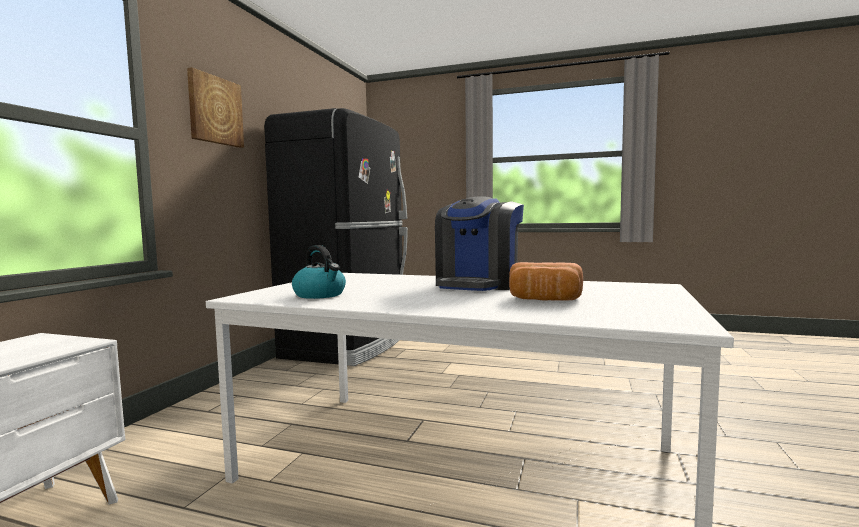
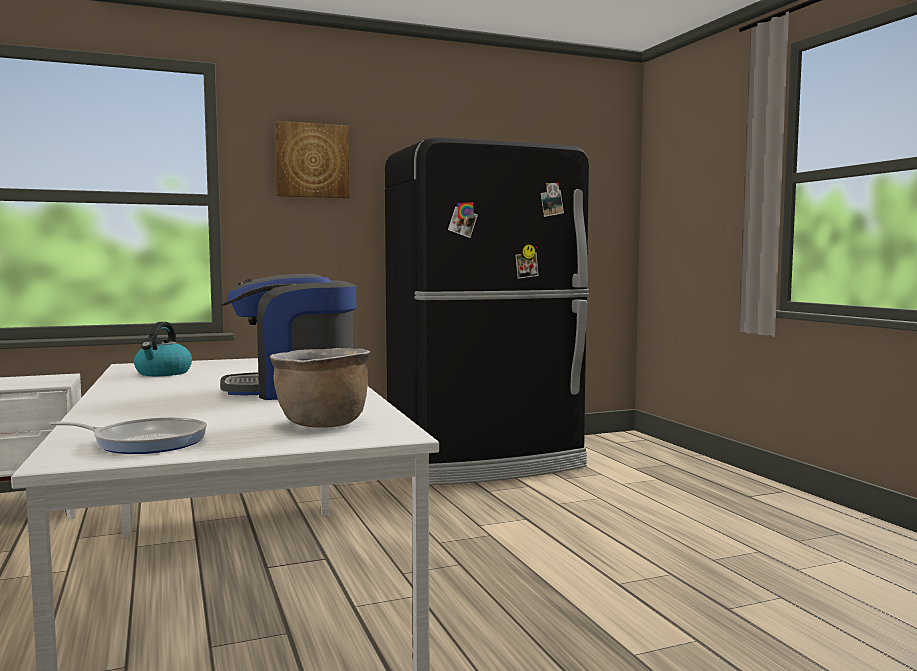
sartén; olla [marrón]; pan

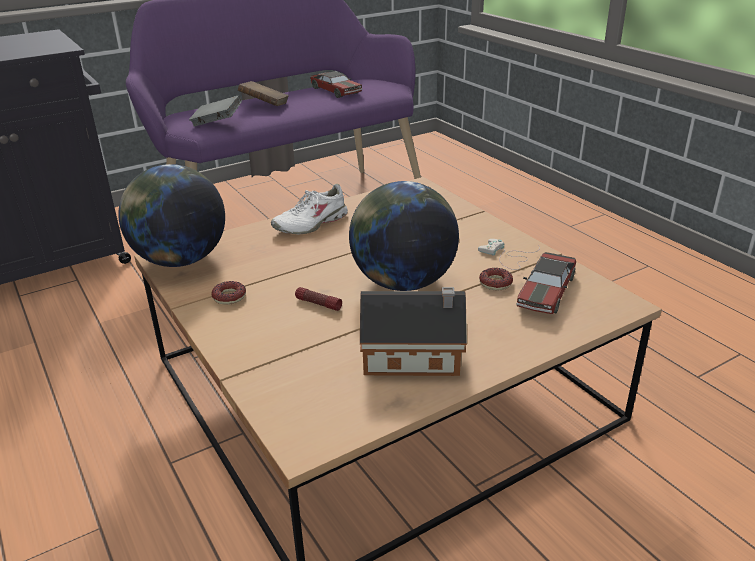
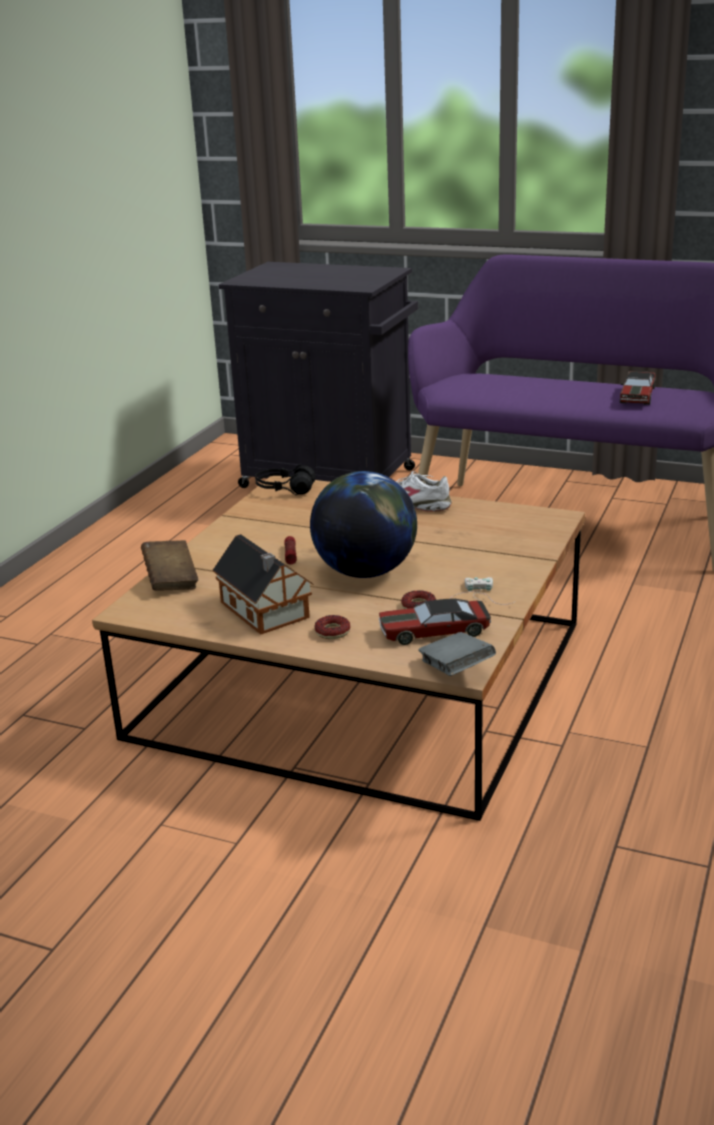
libro [marrón]; auriculares [negro]; rosquilla (1st from left); libro [gris]

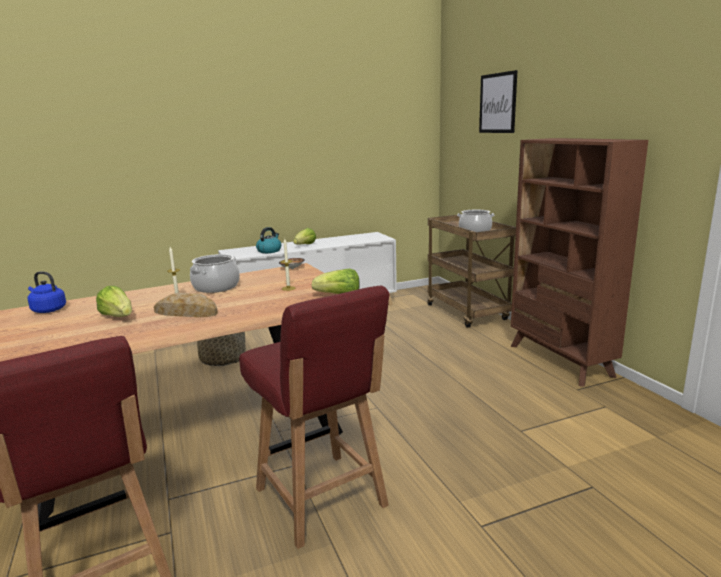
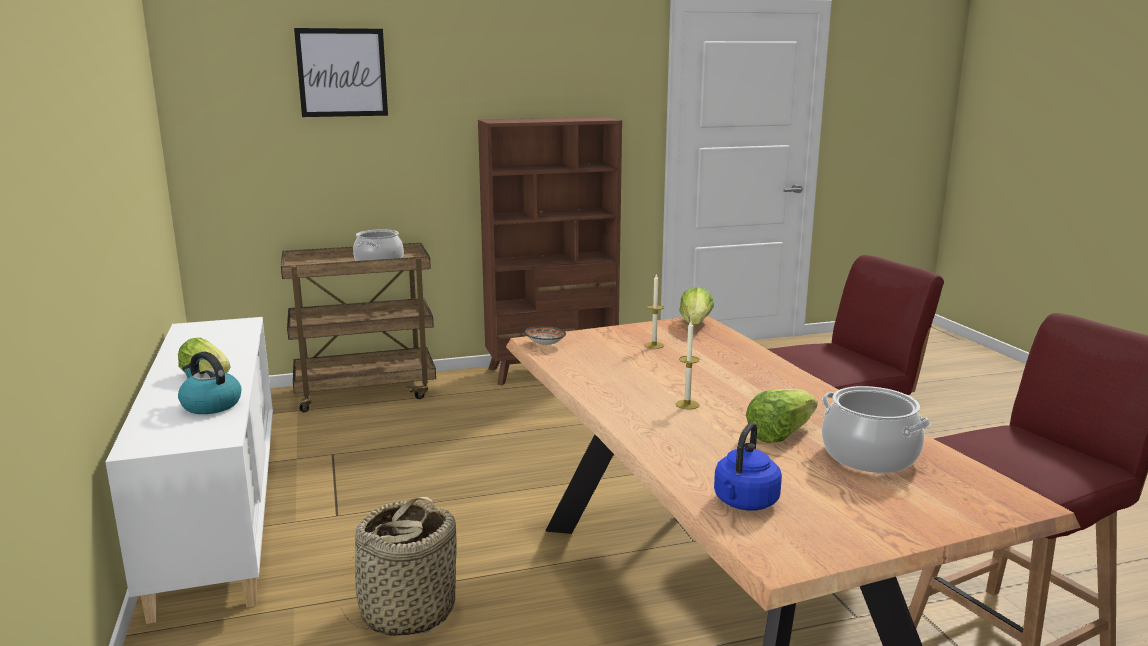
olla (2nd from left); pan

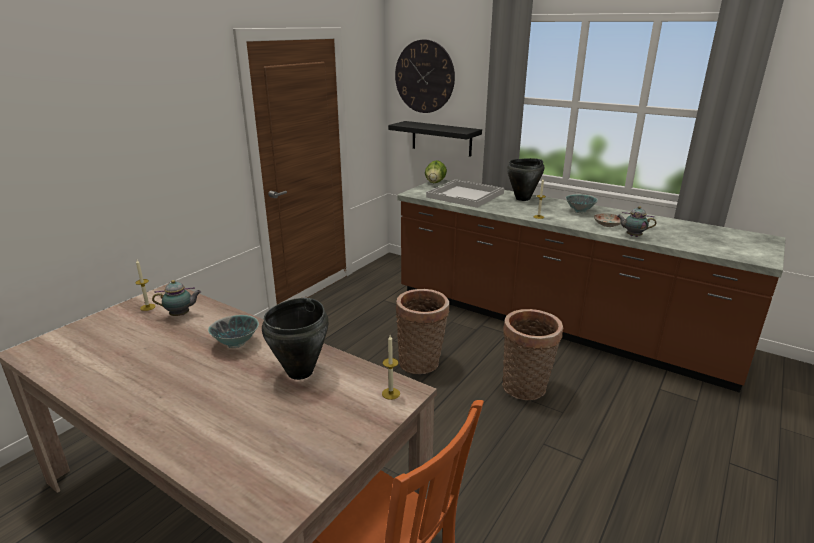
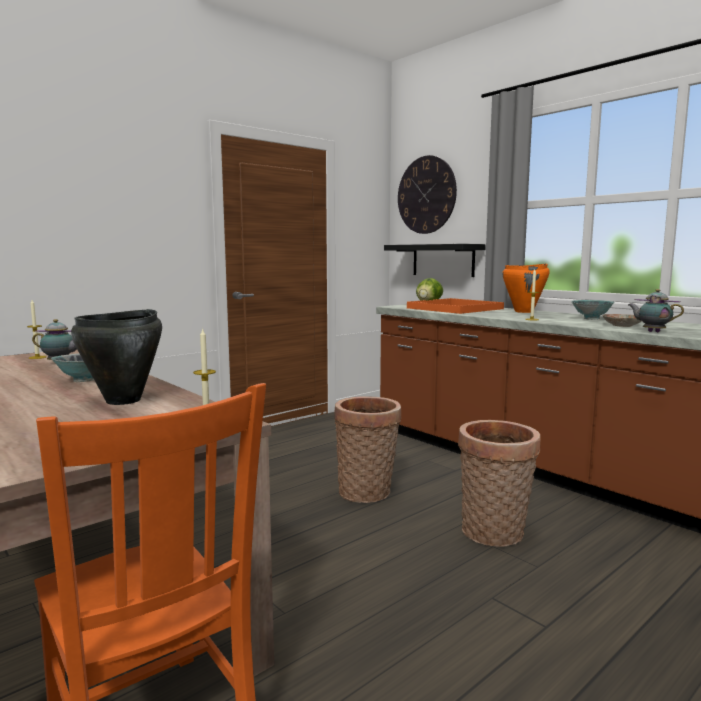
bandeja [naranja]; olla [naranja]

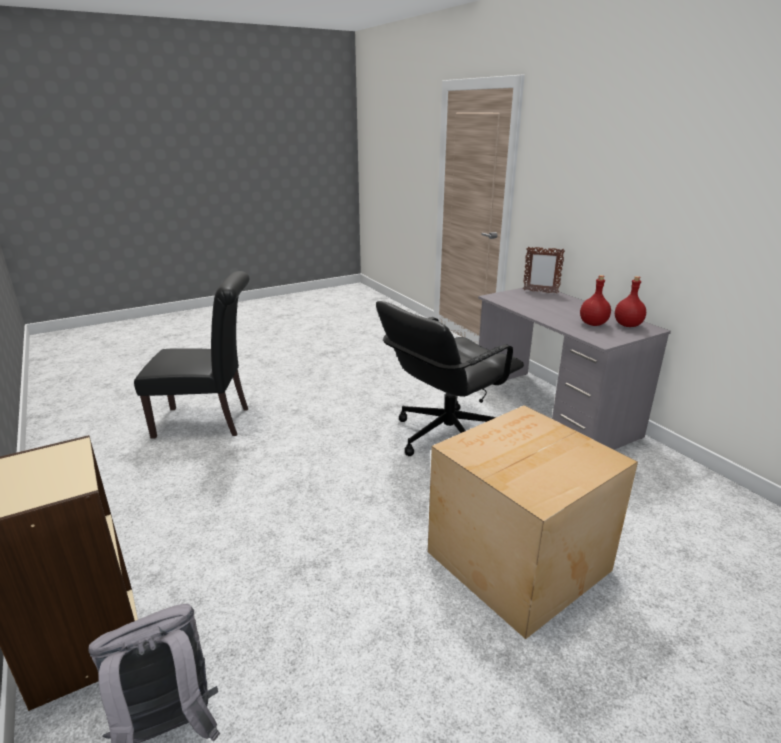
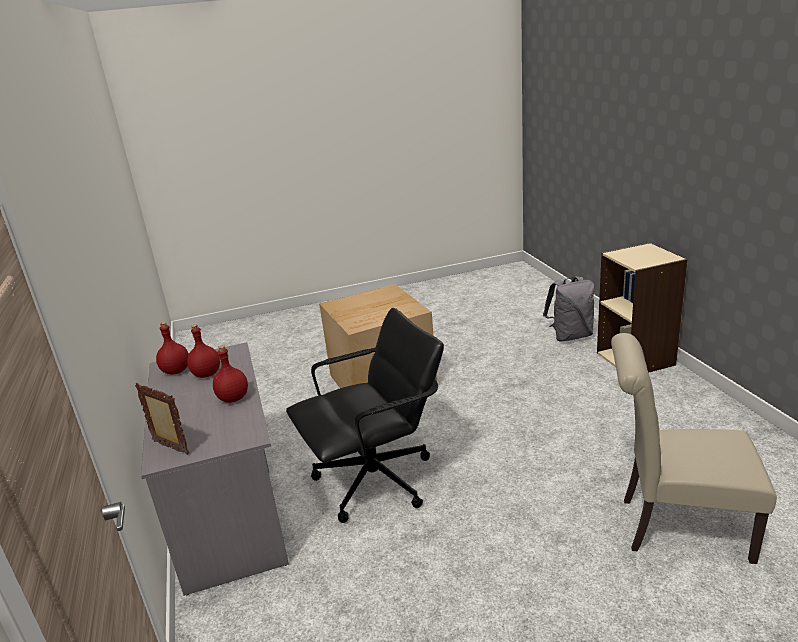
botella [rojo] (3rd from left); silla [beis]

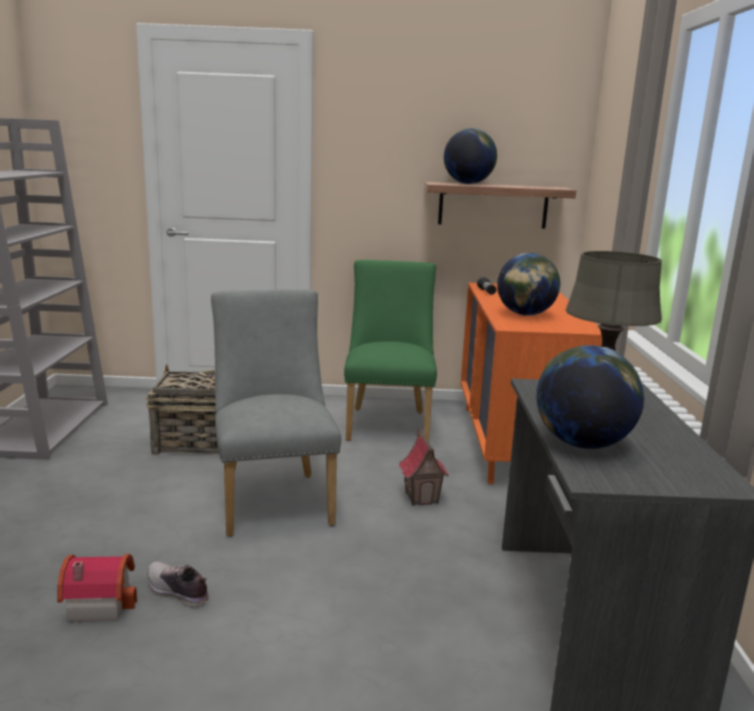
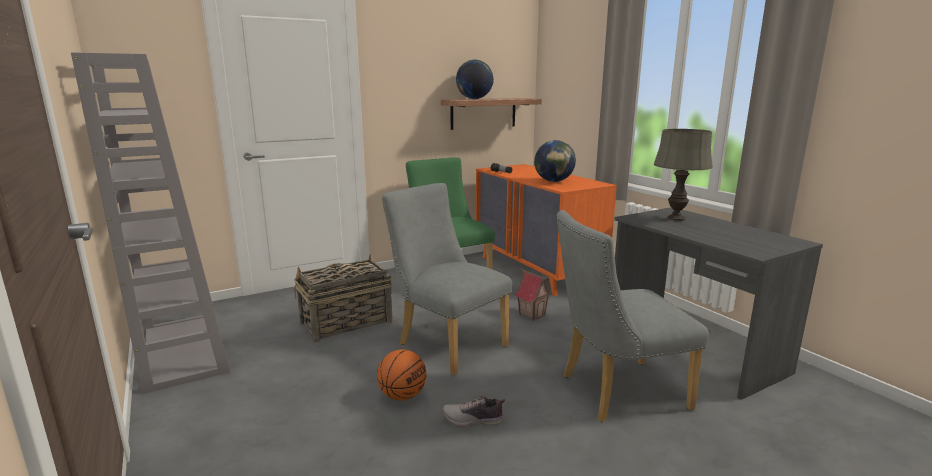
balón de baloncesto; silla [gris] (2nd from left); casita (1st from left in the first image); globo terráqueo (3rd from left in the first image)

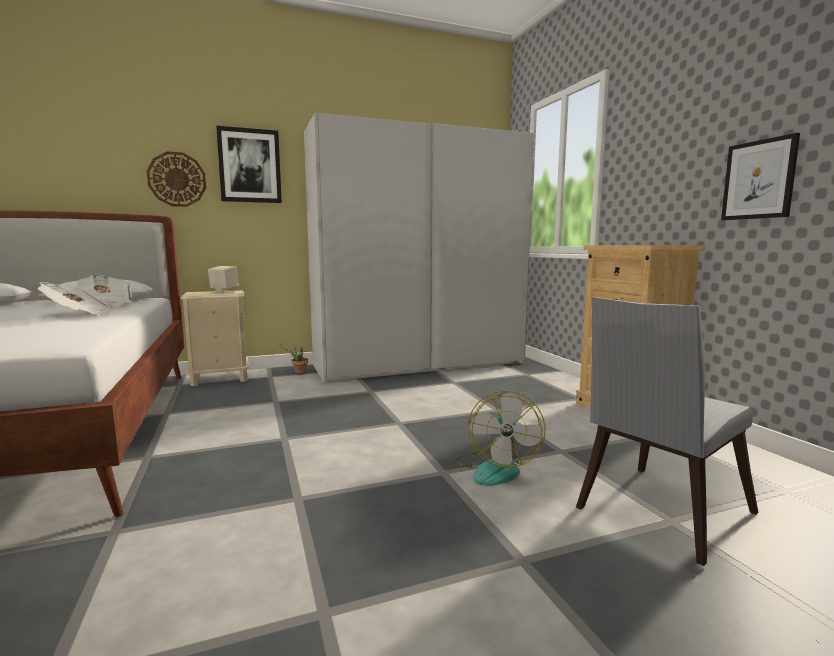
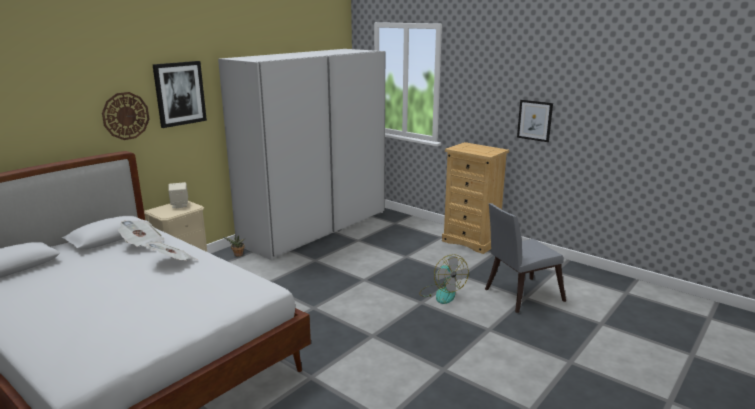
silla [gris]

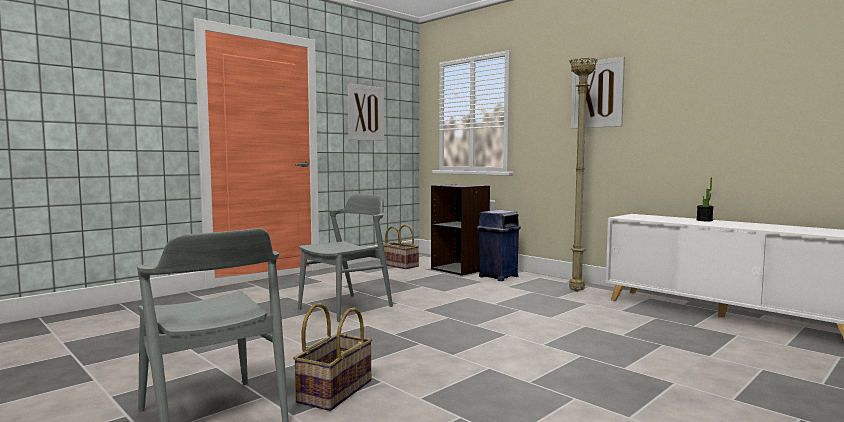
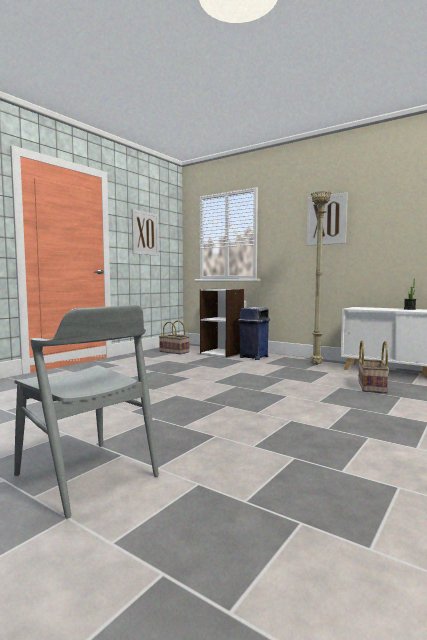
estantería [blanco]; cesta (2nd from left); silla [gris] (2nd from left in the first image)

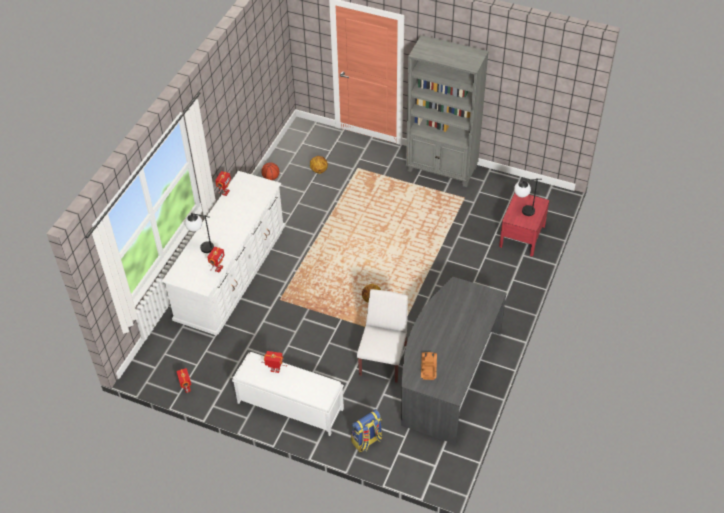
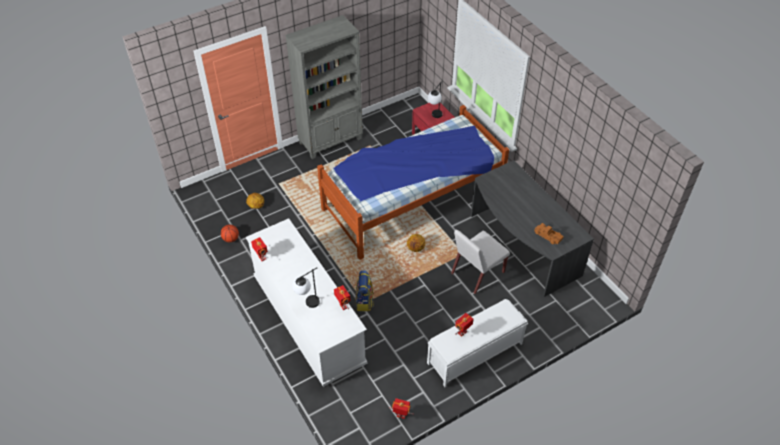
cama; mochila; silla [blanco]

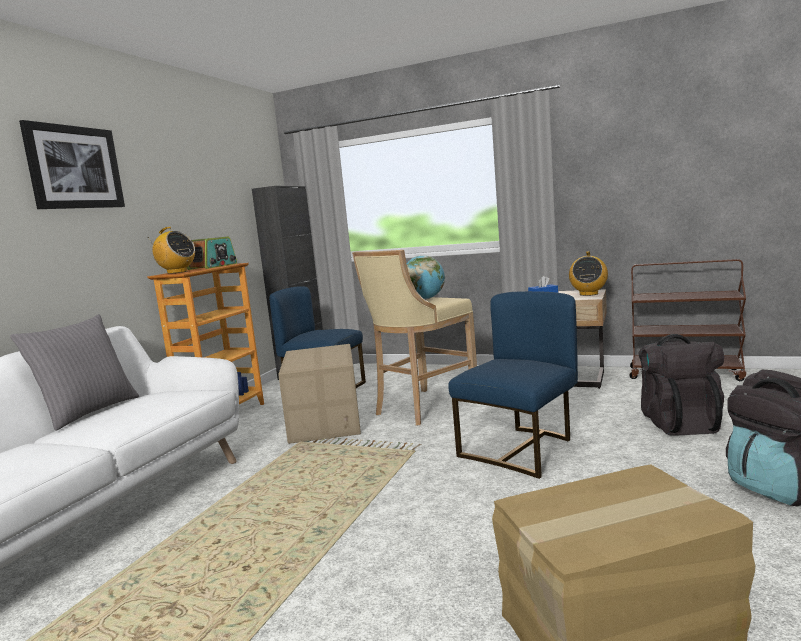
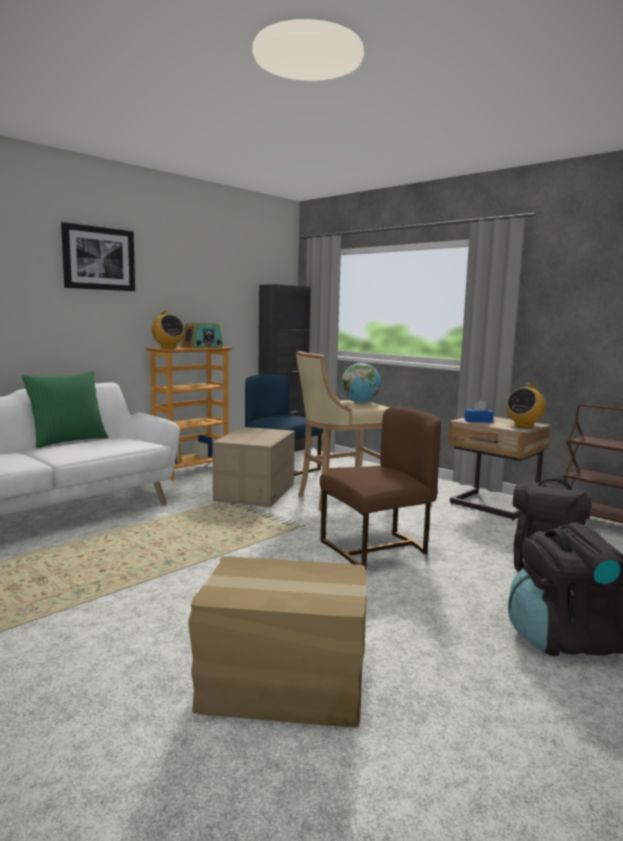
cojín [verde]; silla [marrón]

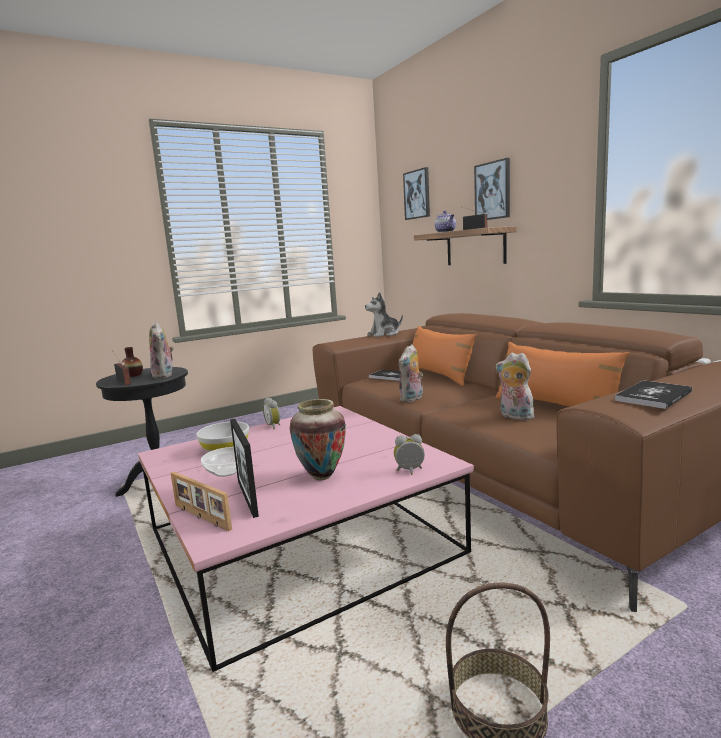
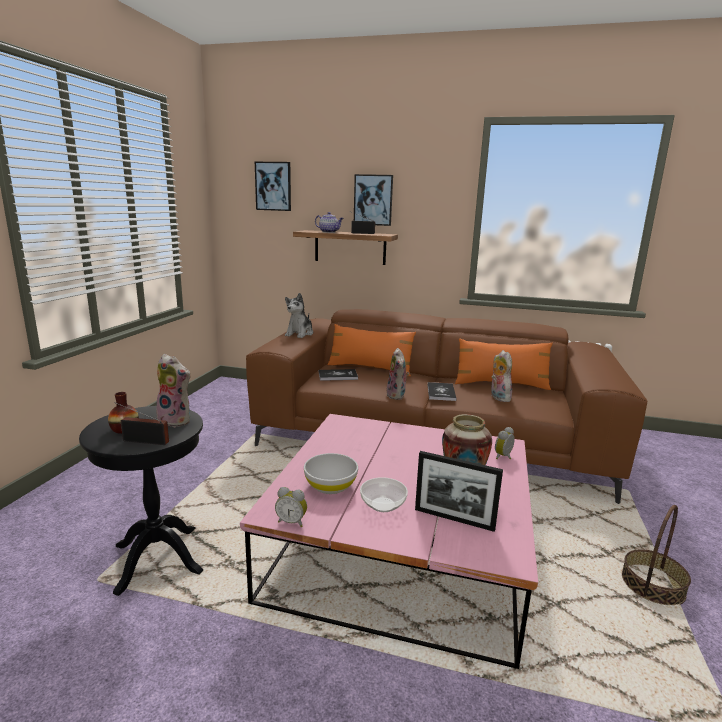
despertador (1st from left); libro (2nd from left); peluche (4th from left); portarretratos (1st from left in the first image)

